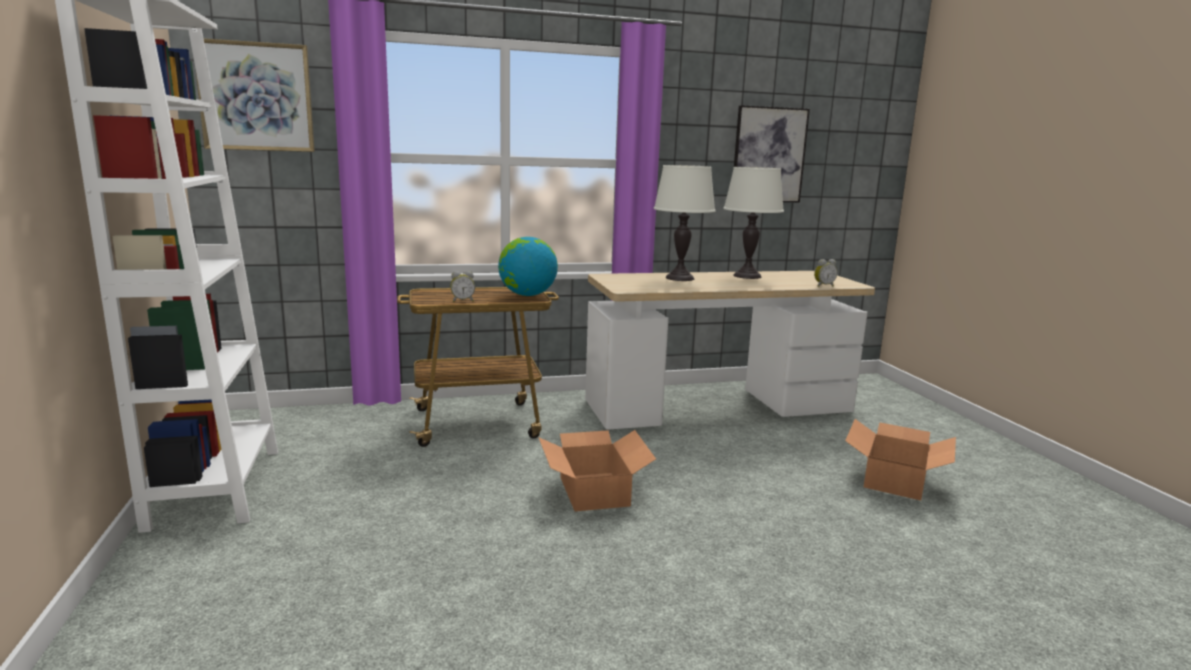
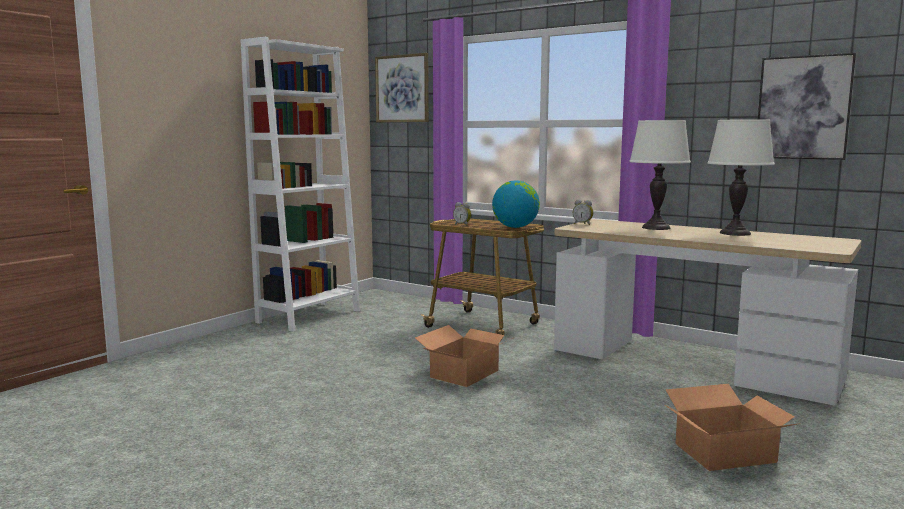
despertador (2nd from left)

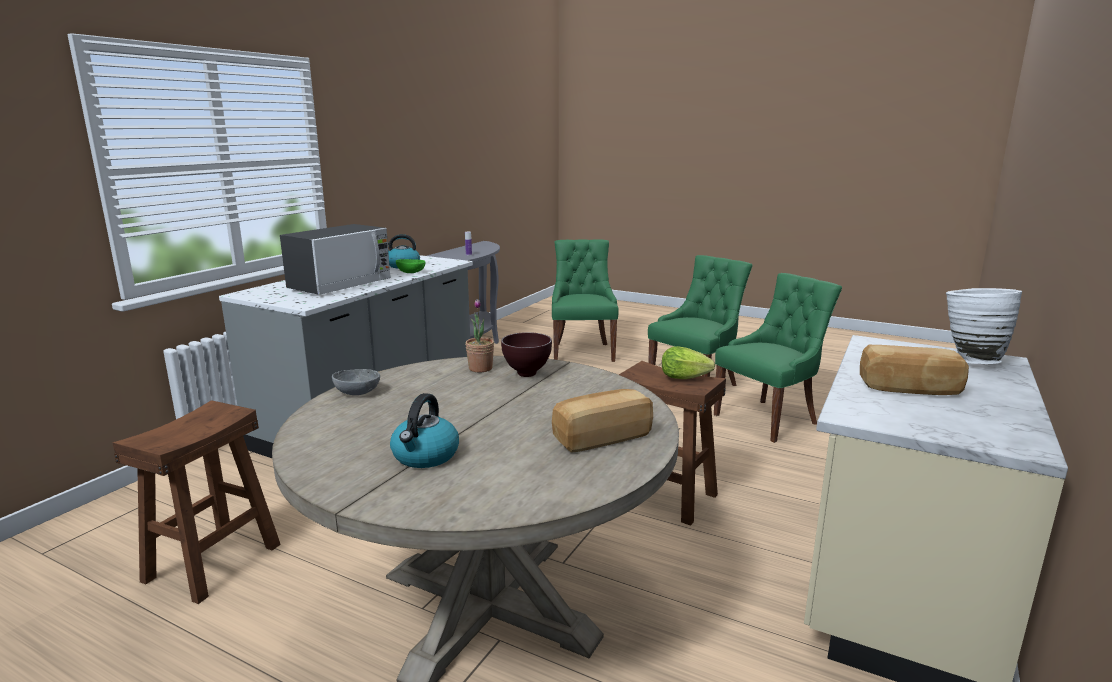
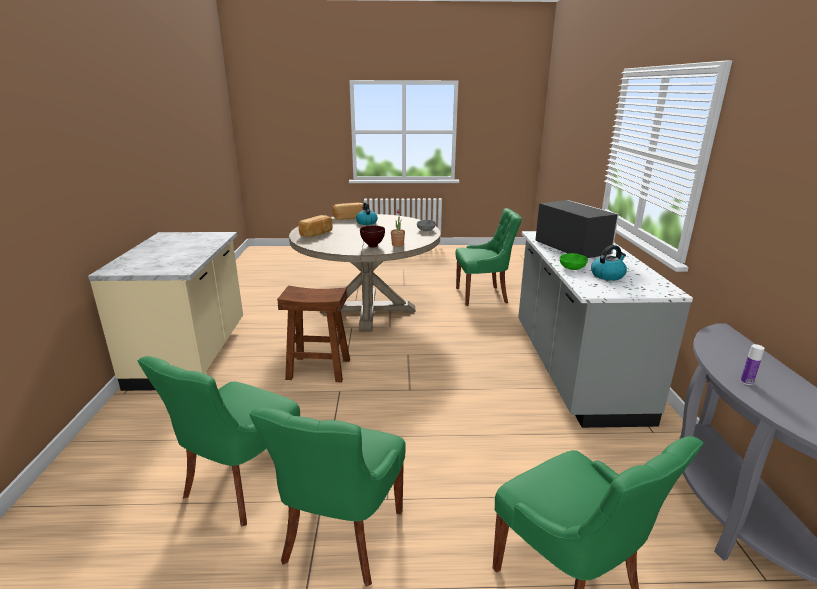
pan (2nd from left); silla [verde] (3rd from left); microondas; lechuga; florero [blanco]

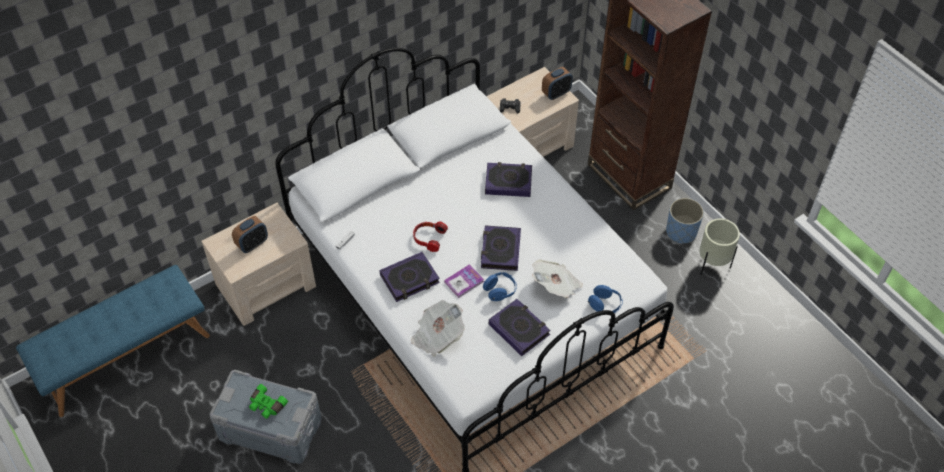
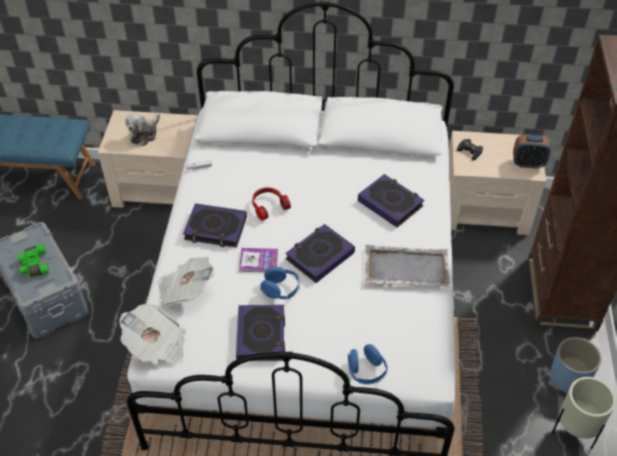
periódico (1st from left); peluche; bandeja [gris]

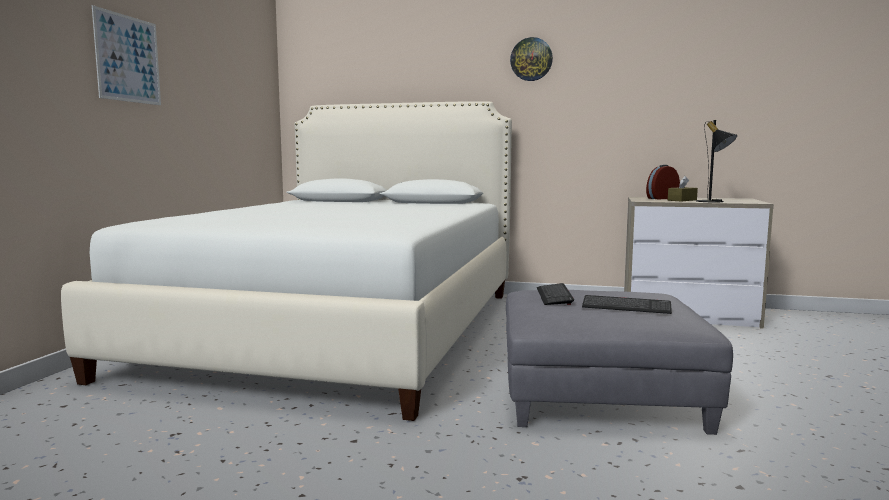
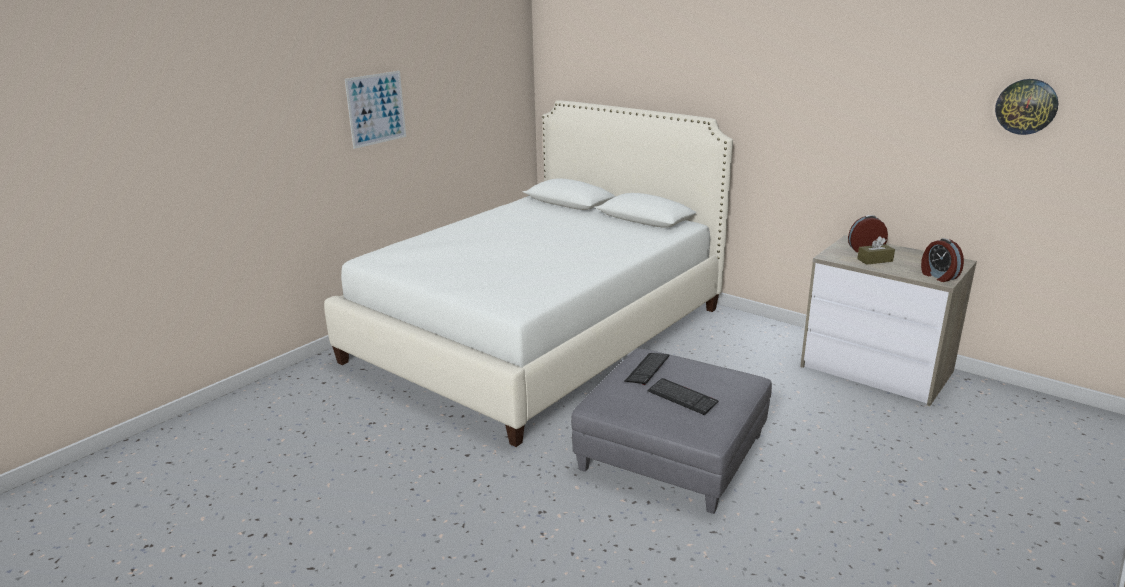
despertador (2nd from left); reloj de pared; lámpara de mesa [negro]

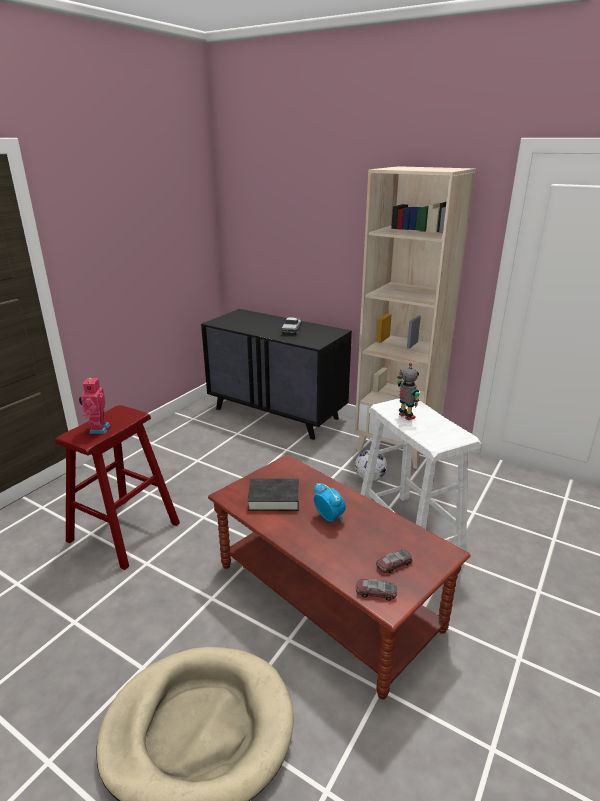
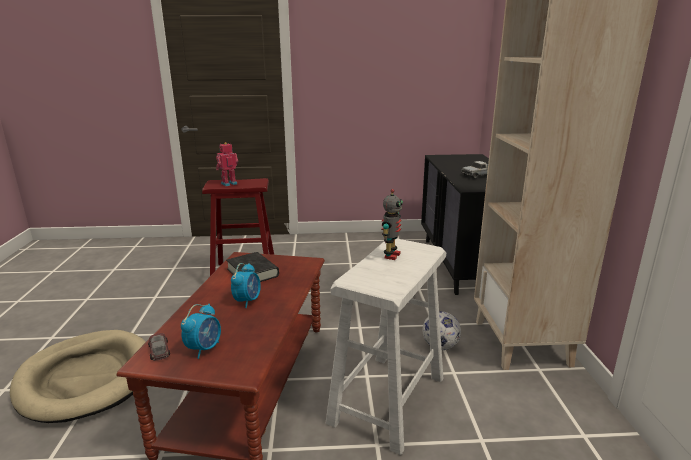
despertador (1st from left)

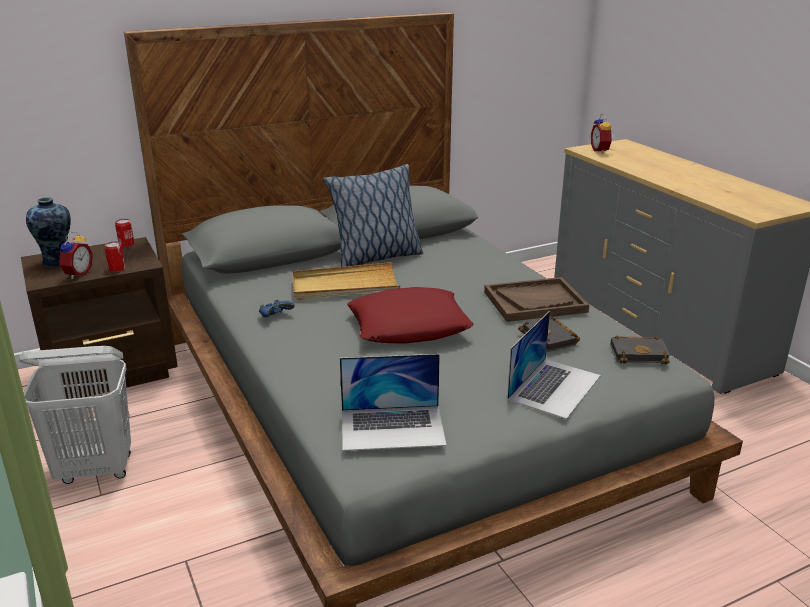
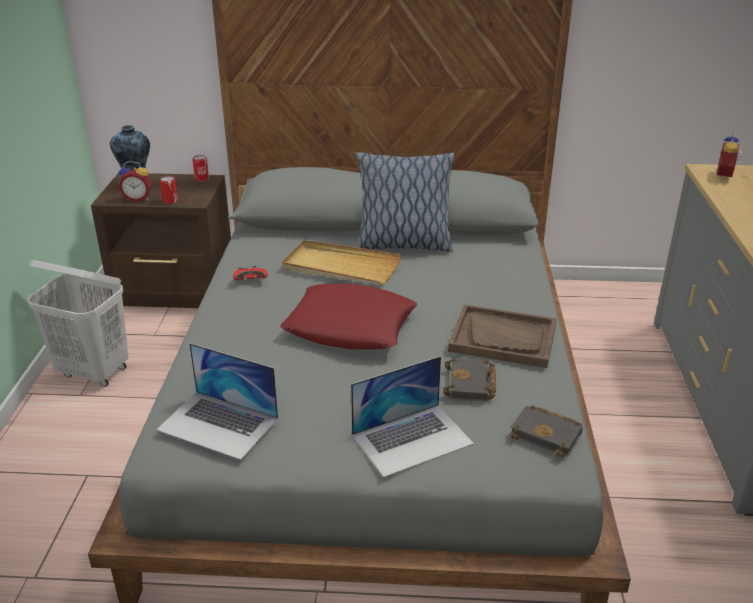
despertador (1st from left); mando de consola [rojo]

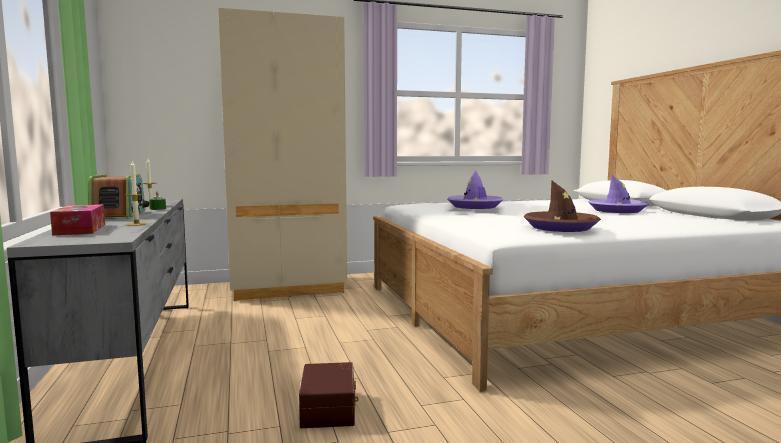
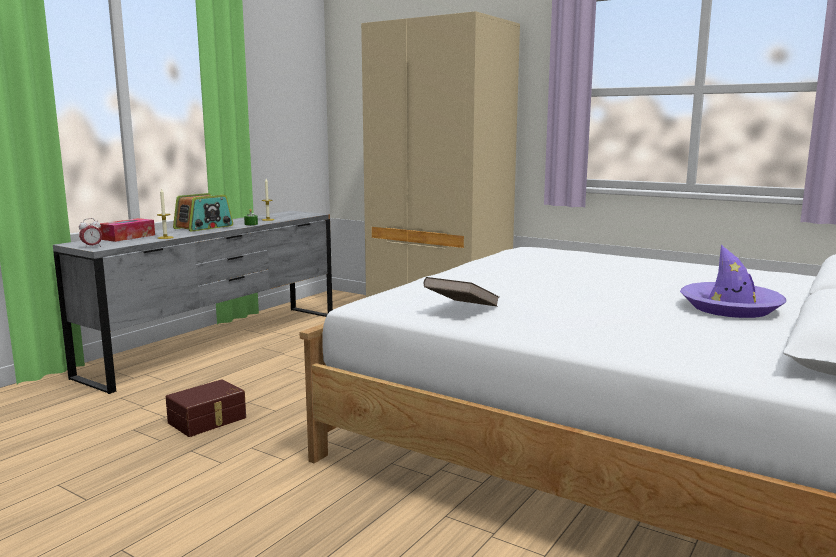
despertador; libro [marrón]; sombrero [morado] (1st from left in the first image)

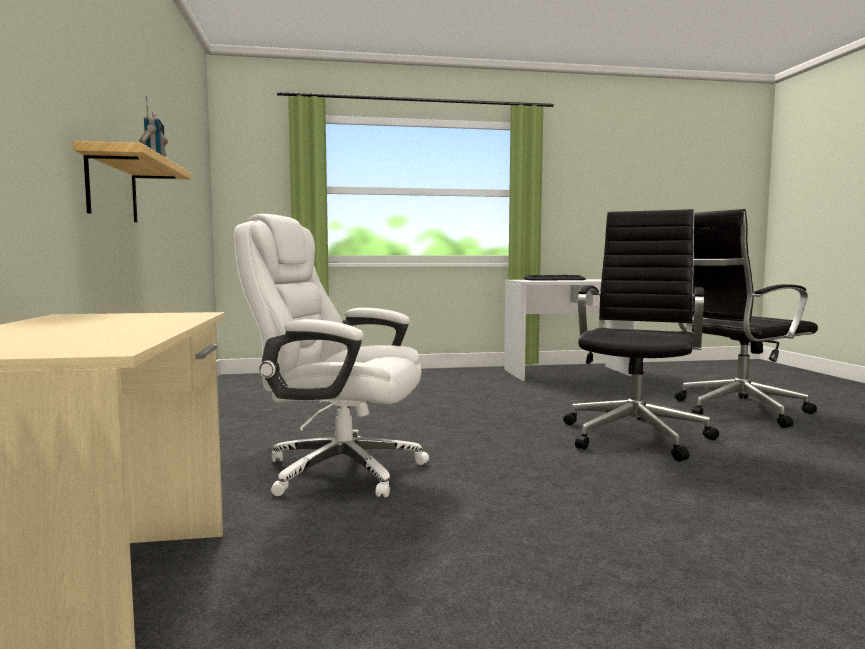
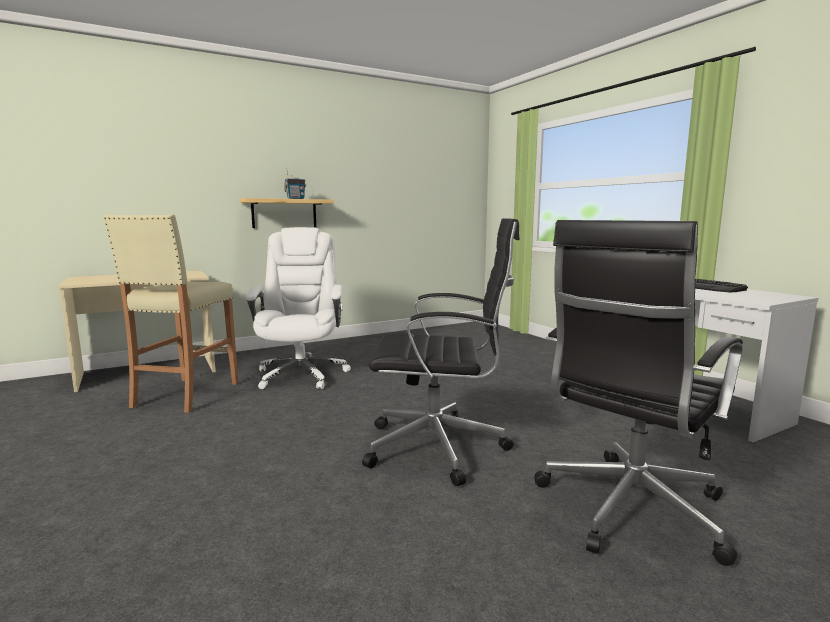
taburete [beis]; silla de oficina [negro] (2nd from left)

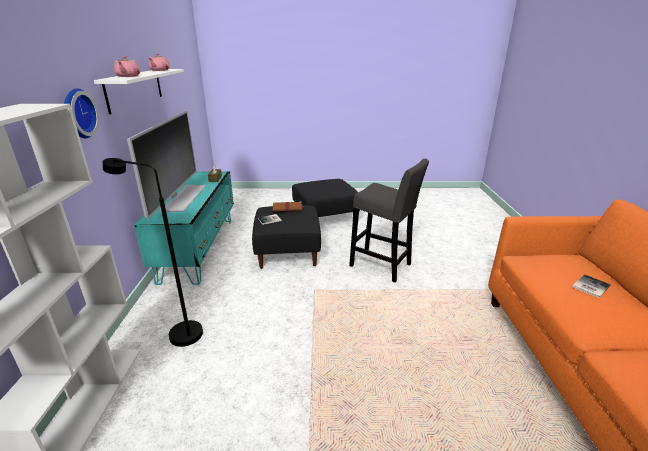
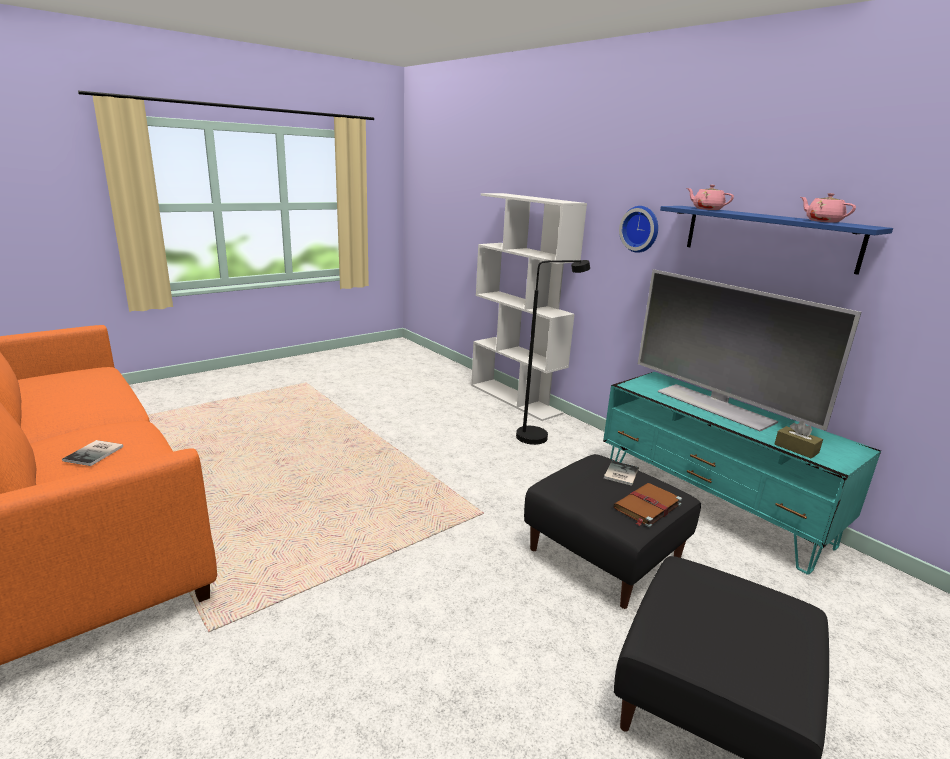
estante [azul]; taburete [gris]

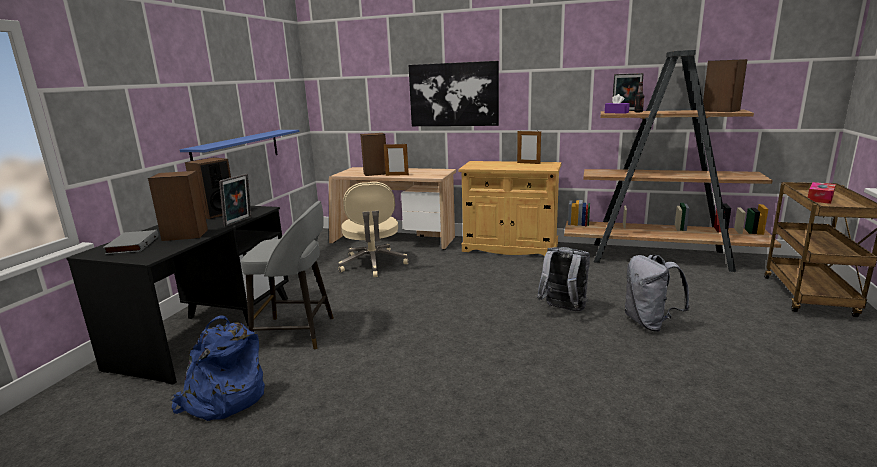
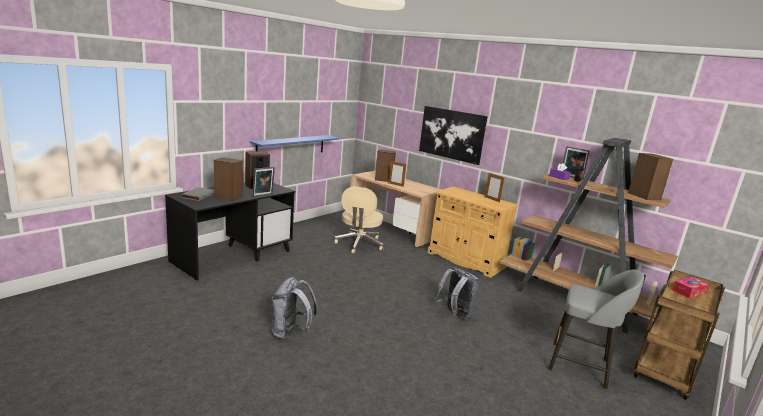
mochila [gris] (1st from left); taburete [gris]; mochila [azul]

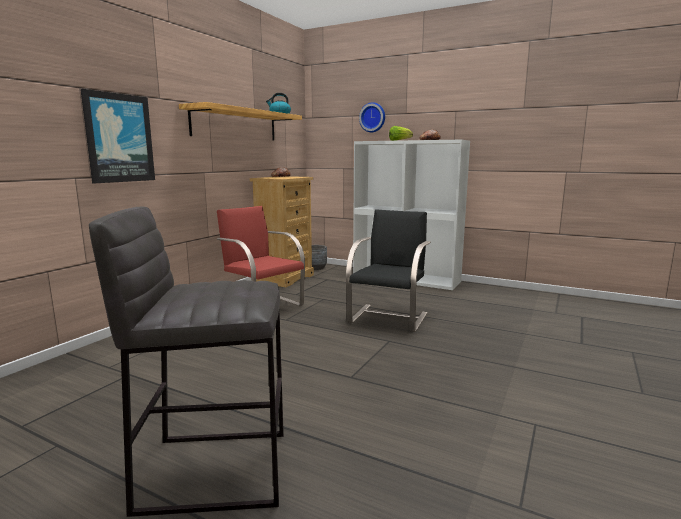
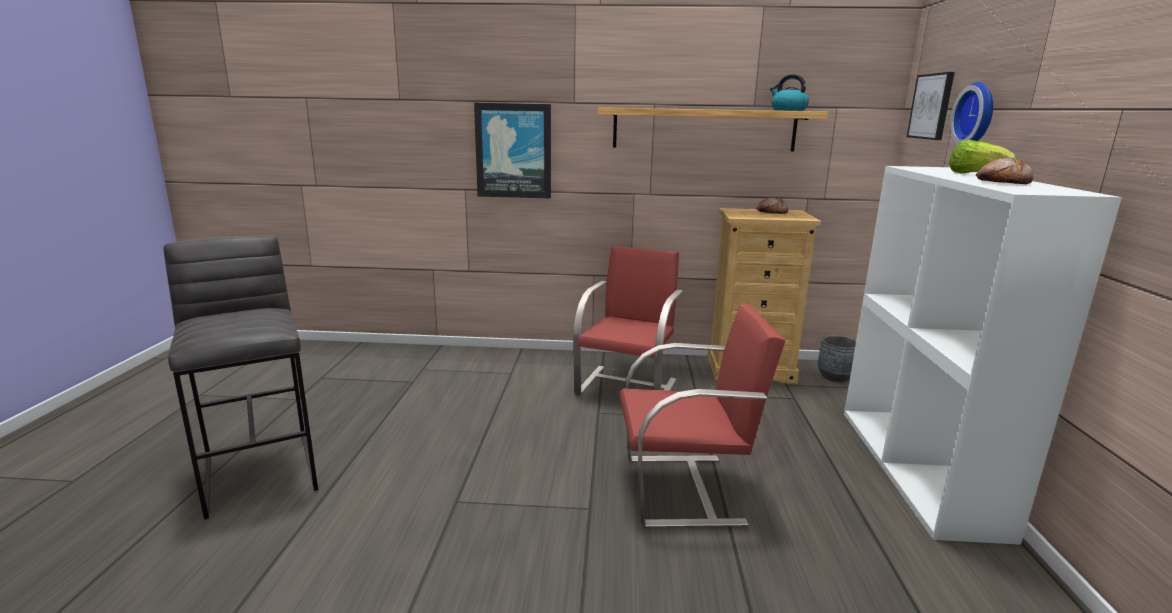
silla [rojo] (2nd from left); cuadro (2nd from left)

